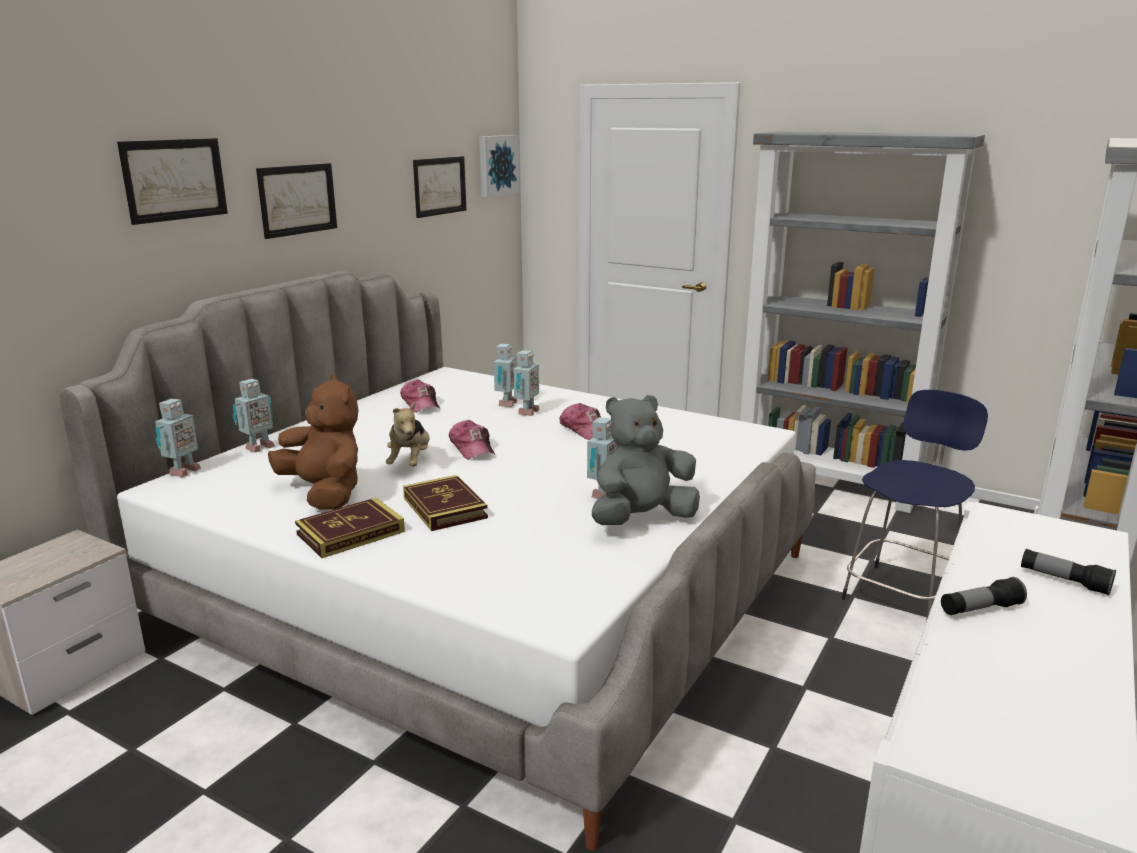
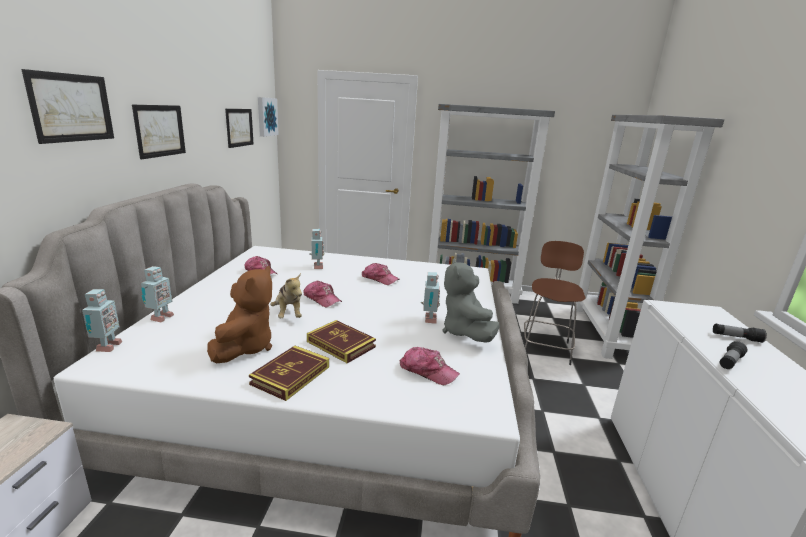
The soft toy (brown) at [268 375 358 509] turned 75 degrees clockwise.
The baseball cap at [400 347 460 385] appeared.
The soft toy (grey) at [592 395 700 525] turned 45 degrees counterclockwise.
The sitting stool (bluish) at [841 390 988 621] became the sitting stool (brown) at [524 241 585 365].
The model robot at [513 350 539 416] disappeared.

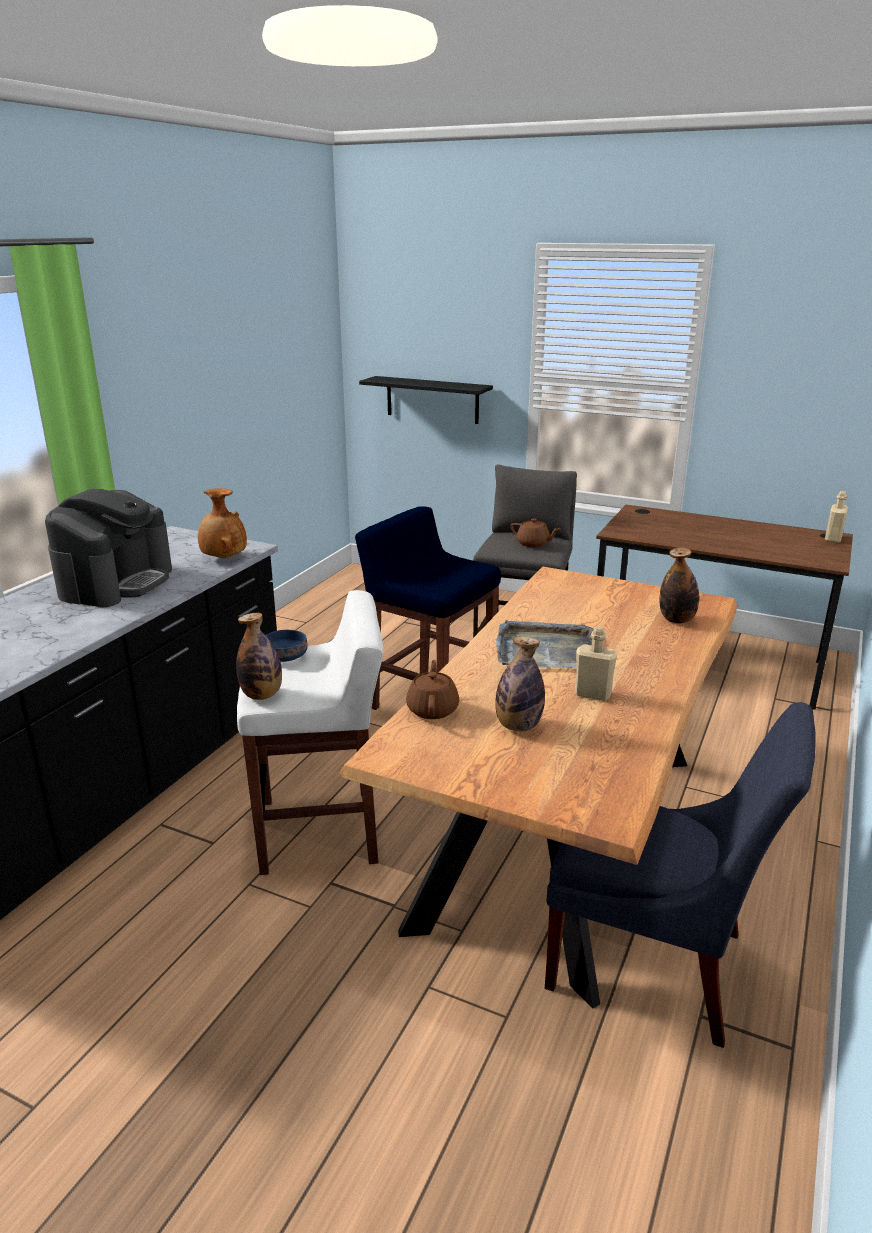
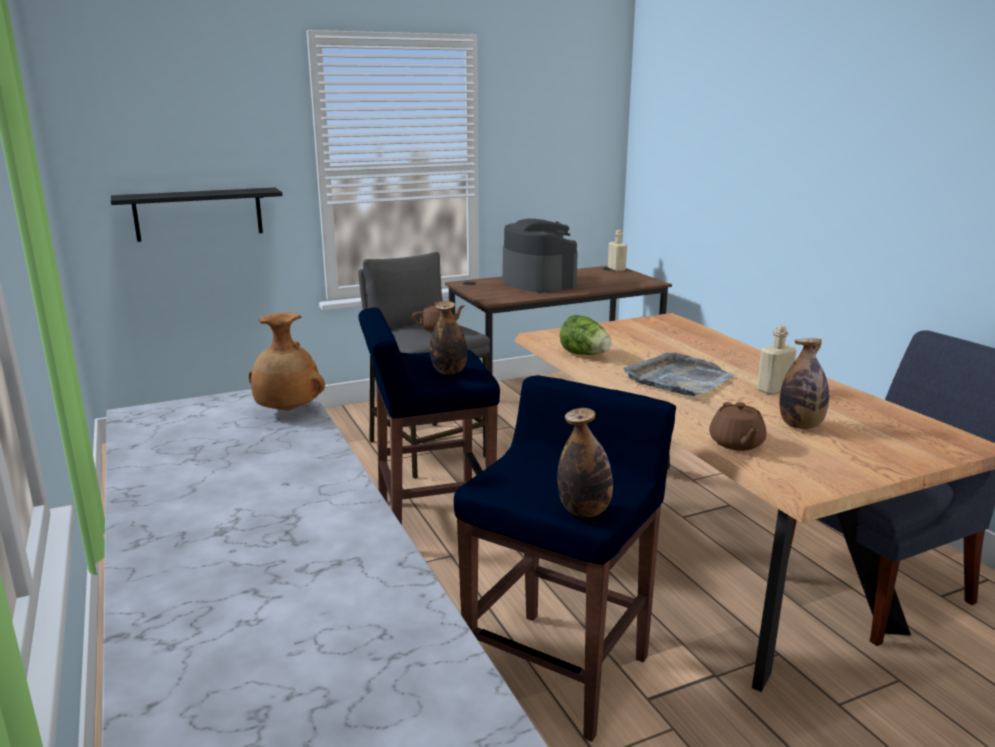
The beverage bottle moved from [659 547 699 623] to [430 301 467 375].
The sitting stool (white-coloured) at [237 590 383 875] became the sitting stool (bluish) at [454 376 676 742].
The coffee machine moved from [45 489 172 608] to [502 218 578 293].
The lettuce at [560 315 612 355] appeared.
The teapot (brown) at [406 660 459 719] turned 135 degrees counterclockwise.
The bowl (bluish) at [265 630 308 662] disappeared.

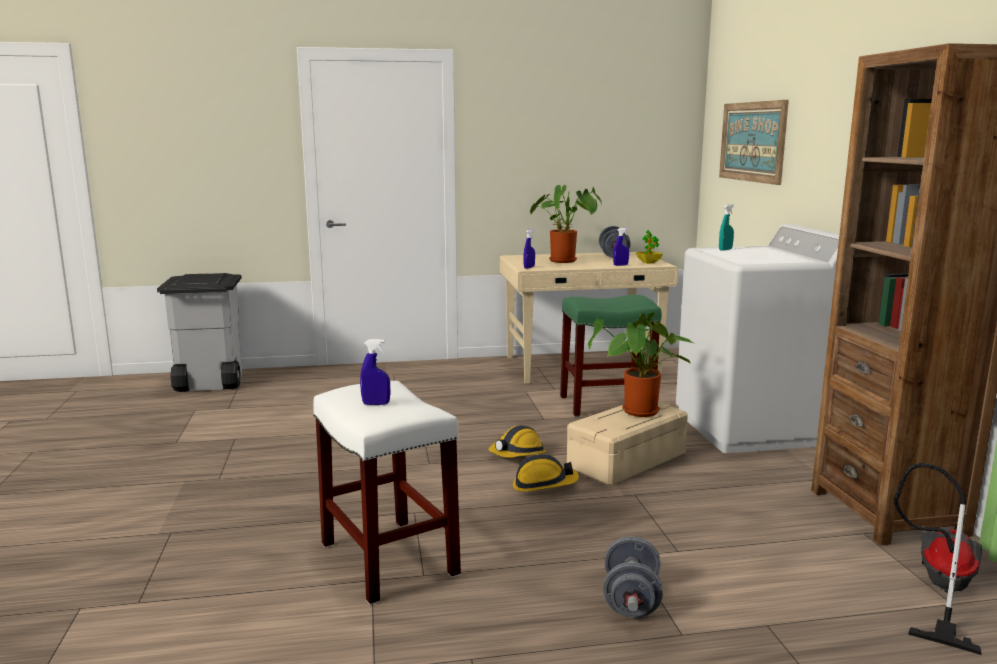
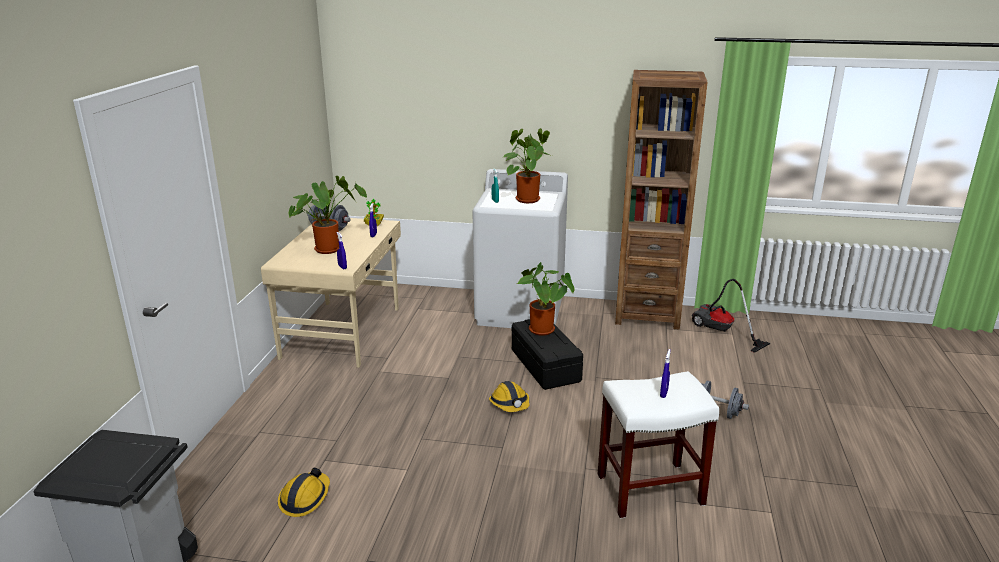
The work helmet moved from [513 454 579 492] to [278 468 330 517].
The plant in a pot at [503 128 552 203] appeared.
The storage container (beige) at [567 401 688 486] became the storage container (black) at [512 319 583 390].
The sitting stool (green) at [560 295 661 417] disappeared.
The wall picture at [719 100 789 185] disappeared.

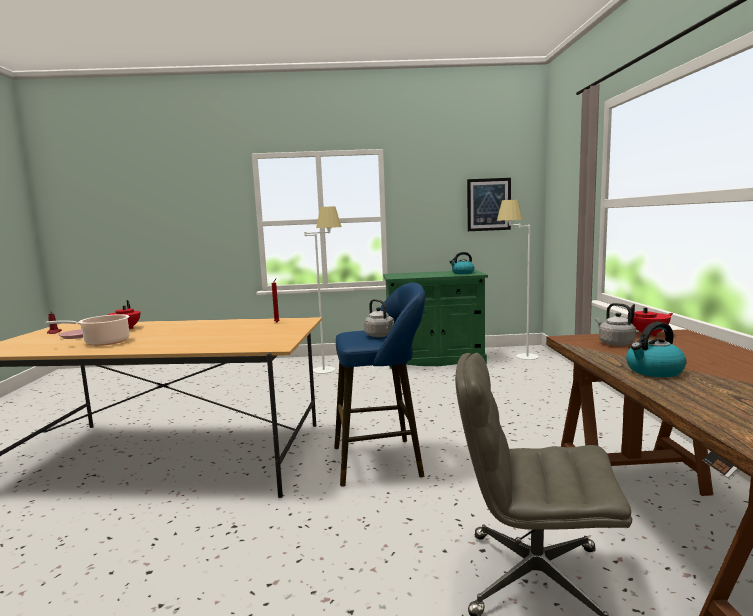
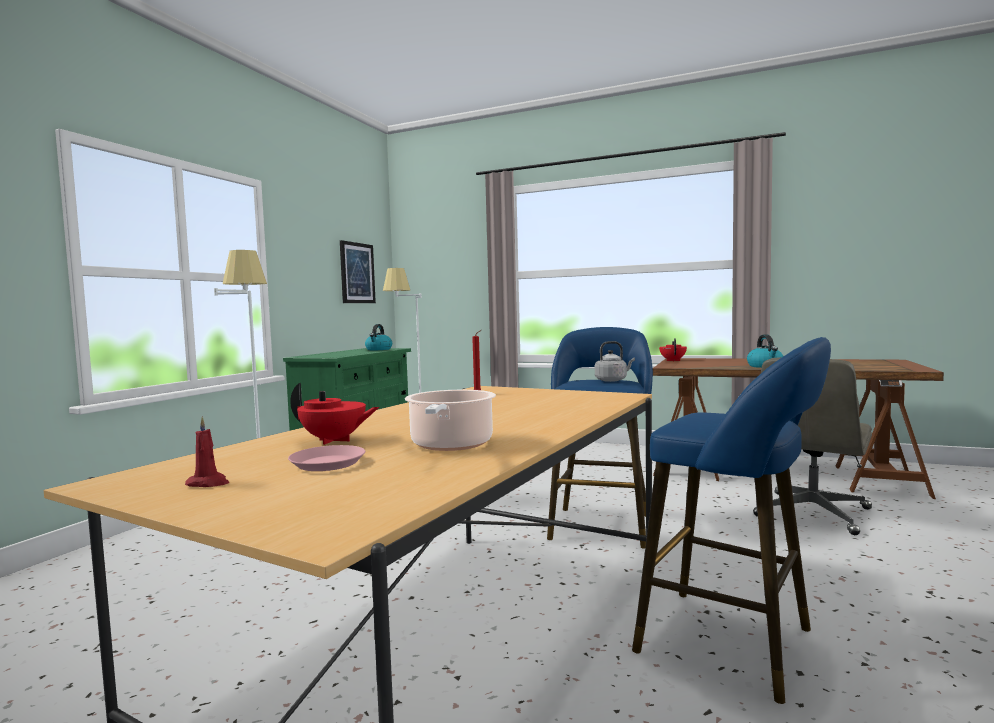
The sitting stool (bluish) at [632 337 831 704] appeared.
The kettle (grey) at [595 303 636 346] disappeared.

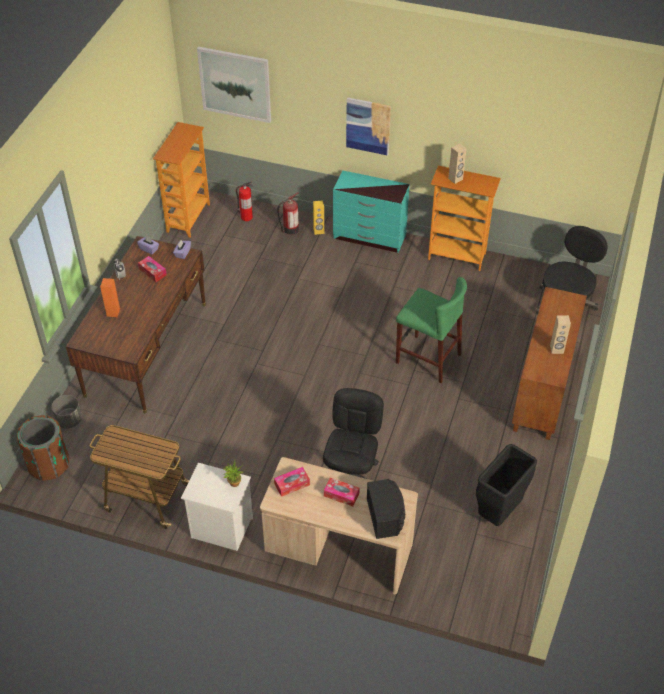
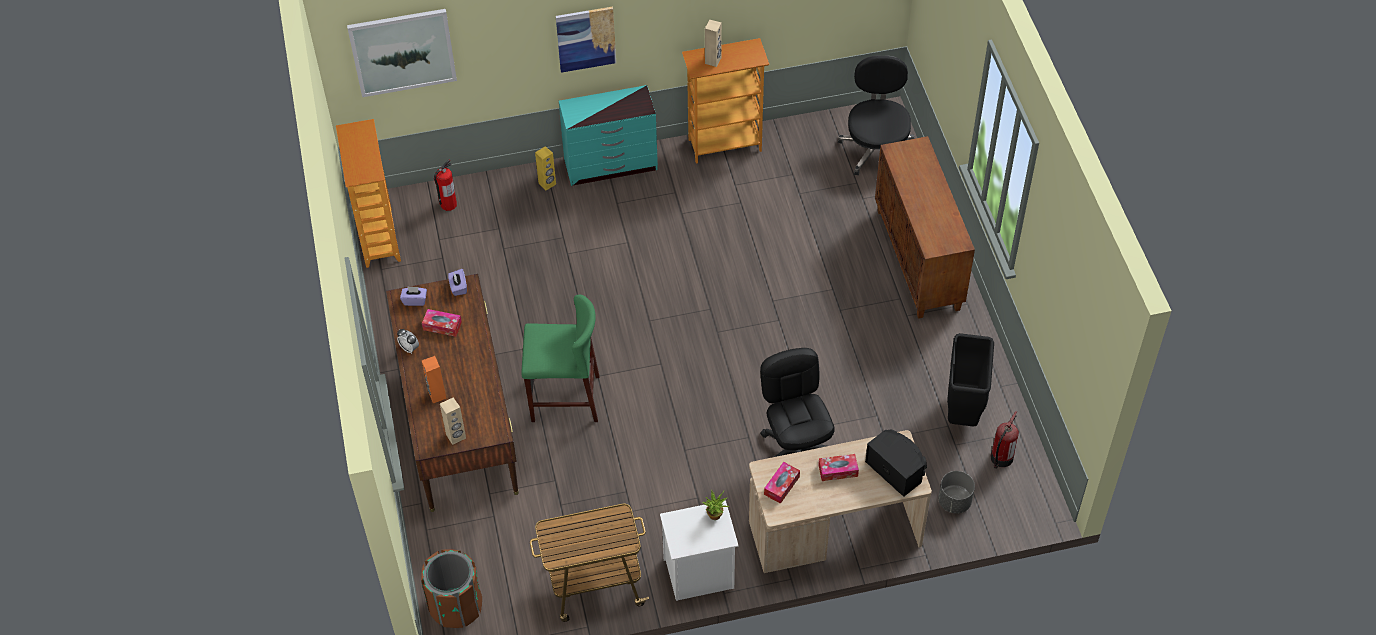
The speaker (beige) moved from [550 315 571 354] to [440 398 466 445].
The sitting stool (green) moved from [396 277 467 383] to [521 295 599 422].
The planter (grey) moved from [52 395 82 429] to [938 471 975 514].
The fire-fighting cylinder moved from [277 192 299 235] to [990 411 1019 469].

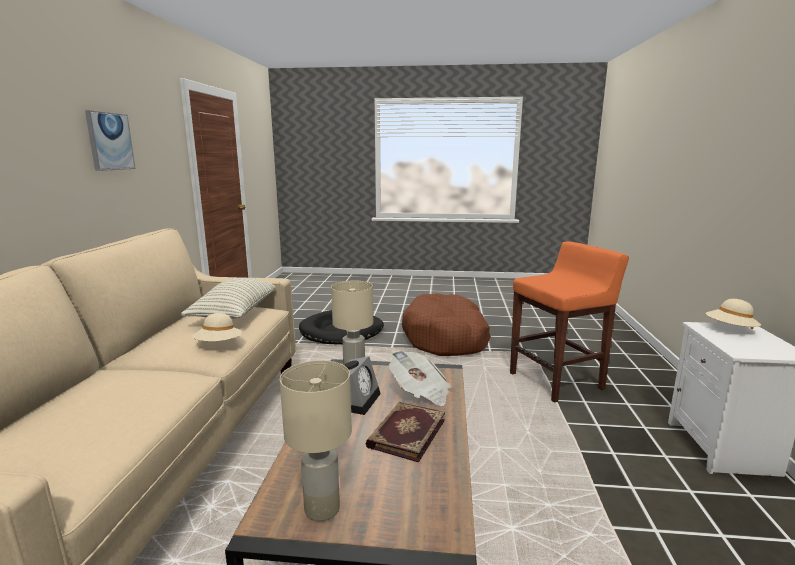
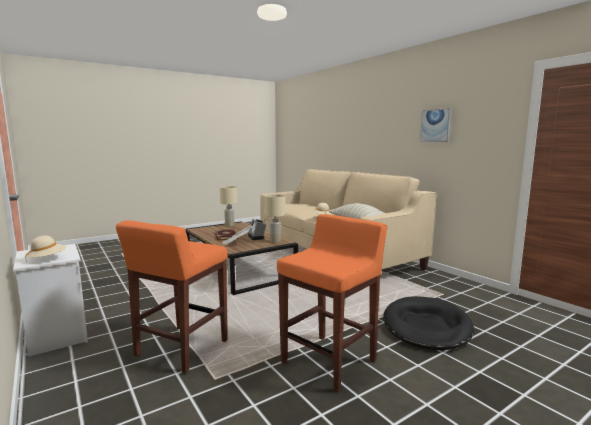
The dog bed (brown) at [402 293 491 356] was replaced by the sitting stool (orange) at [277 214 387 393].

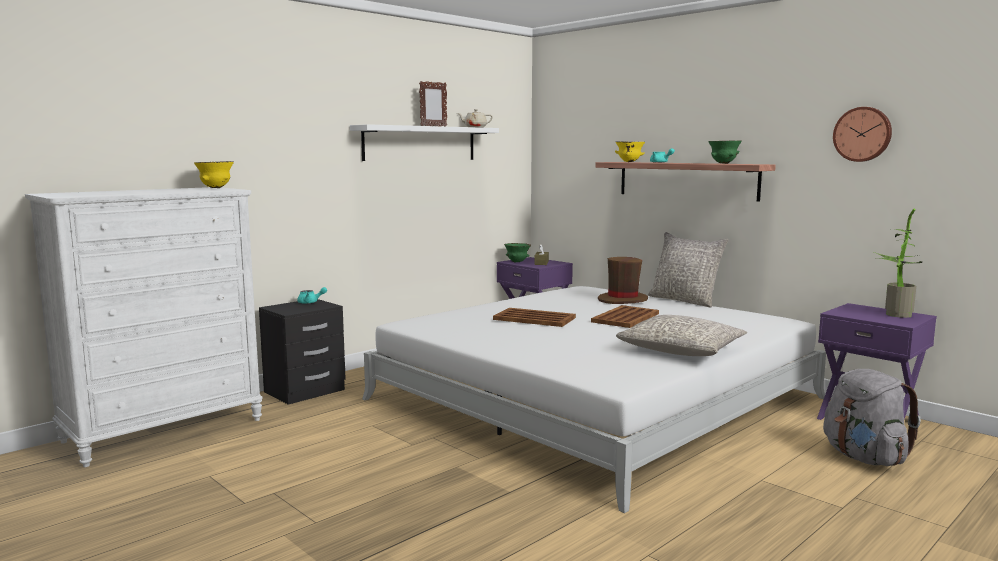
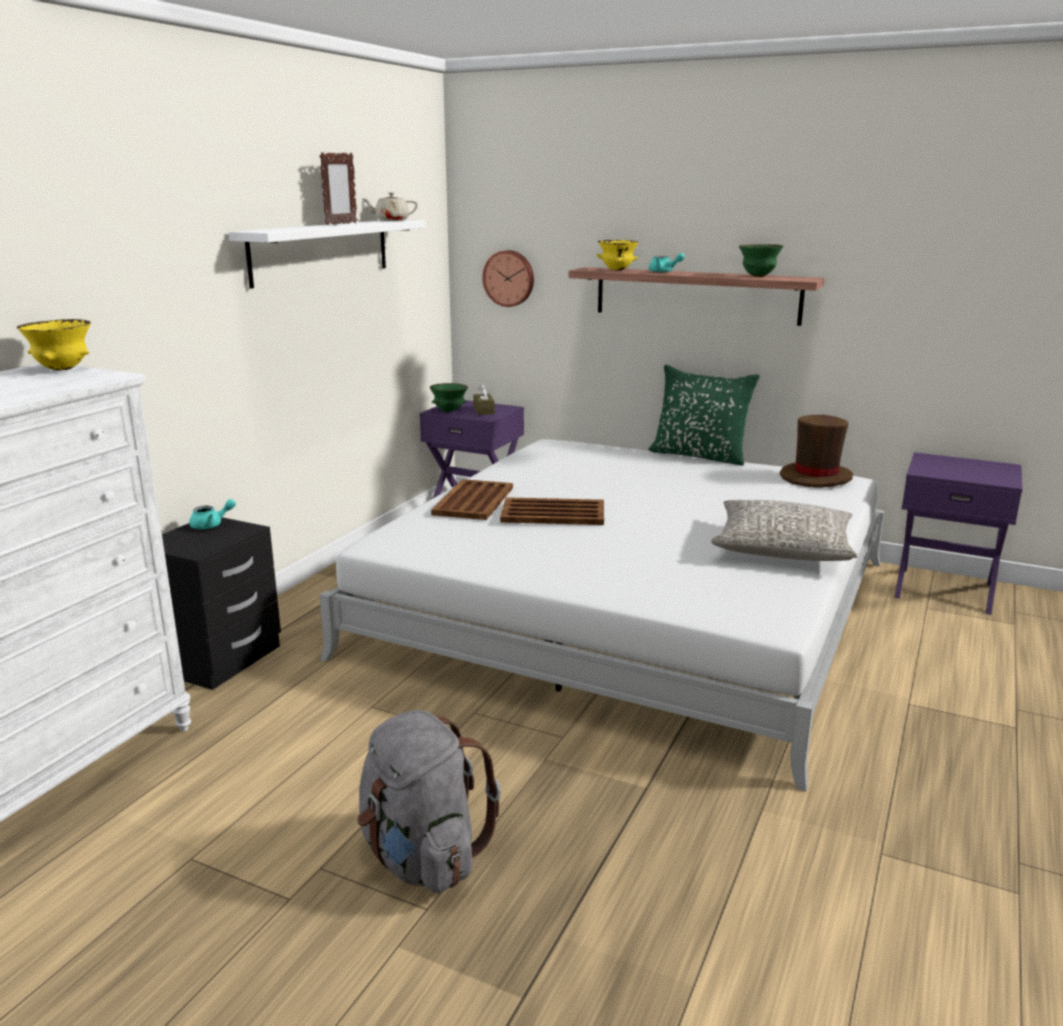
The rucksack (grey) moved from [823 369 921 466] to [357 710 501 893].
The tray (brown) moved from [591 305 659 328] to [431 479 513 520].
The clock on the wall moved from [833 107 892 162] to [482 250 534 307].
The cushion (grey) at [648 232 728 307] became the cushion (green) at [648 365 760 465].
The hat (brown) moved from [598 257 648 304] to [780 415 853 488].
The plant in a pot at [873 208 922 318] disappeared.

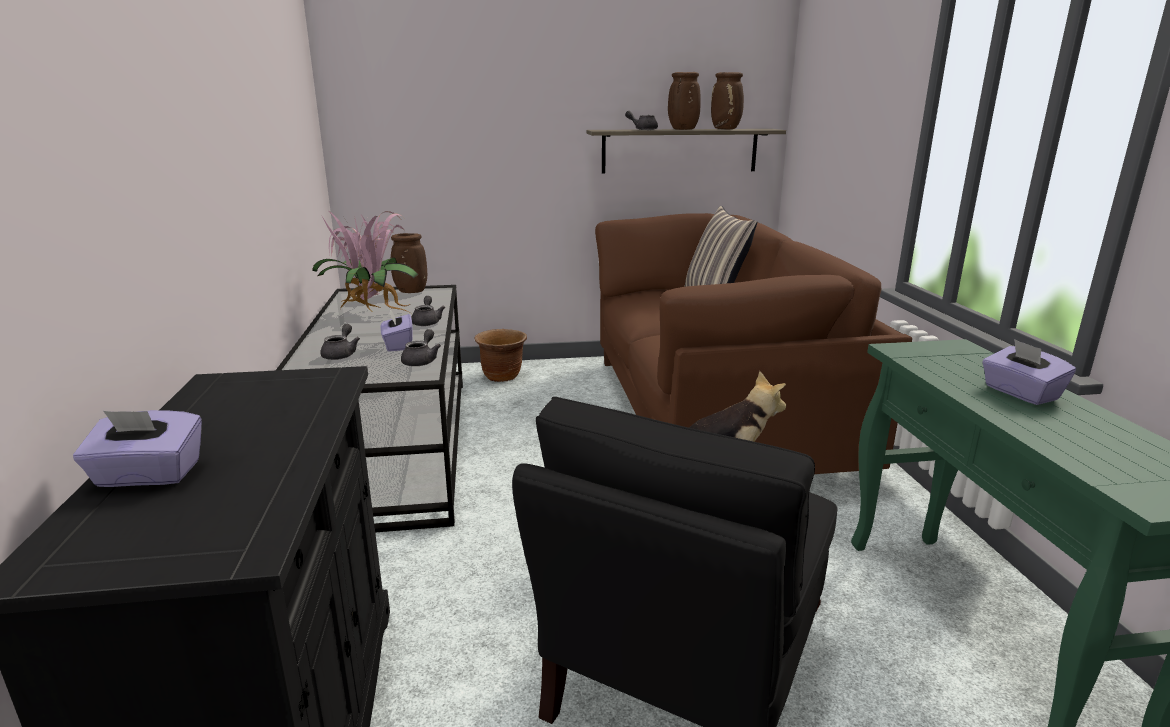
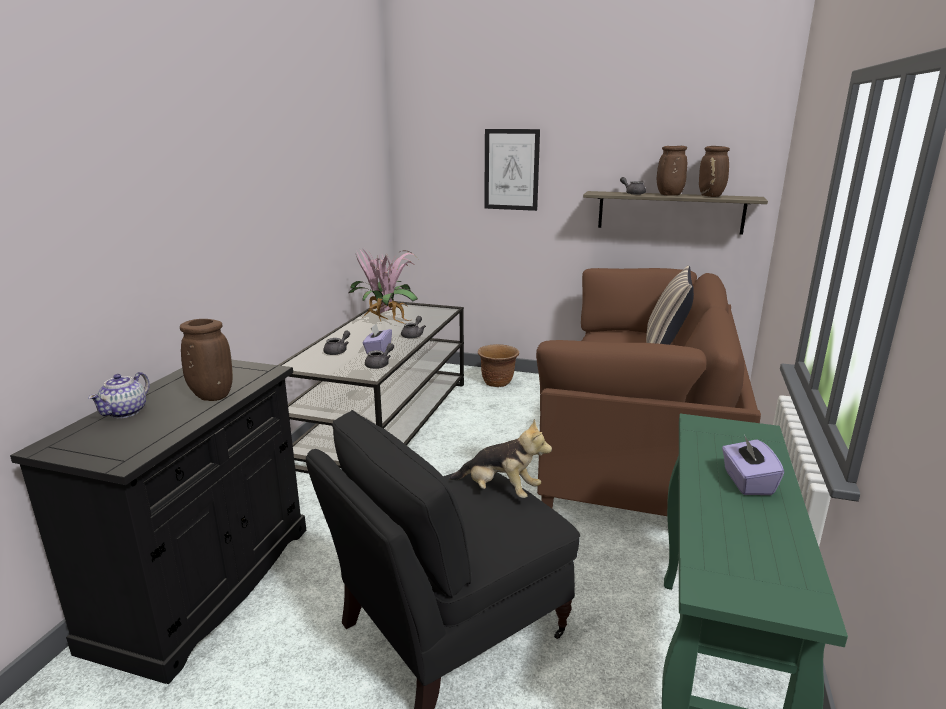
The tissue box (purple) at [73 410 202 487] was replaced by the teapot at [88 372 150 419].
The decorative vase (brown) moved from [391 233 427 293] to [180 319 233 401].
The wall picture at [484 129 540 211] appeared.

